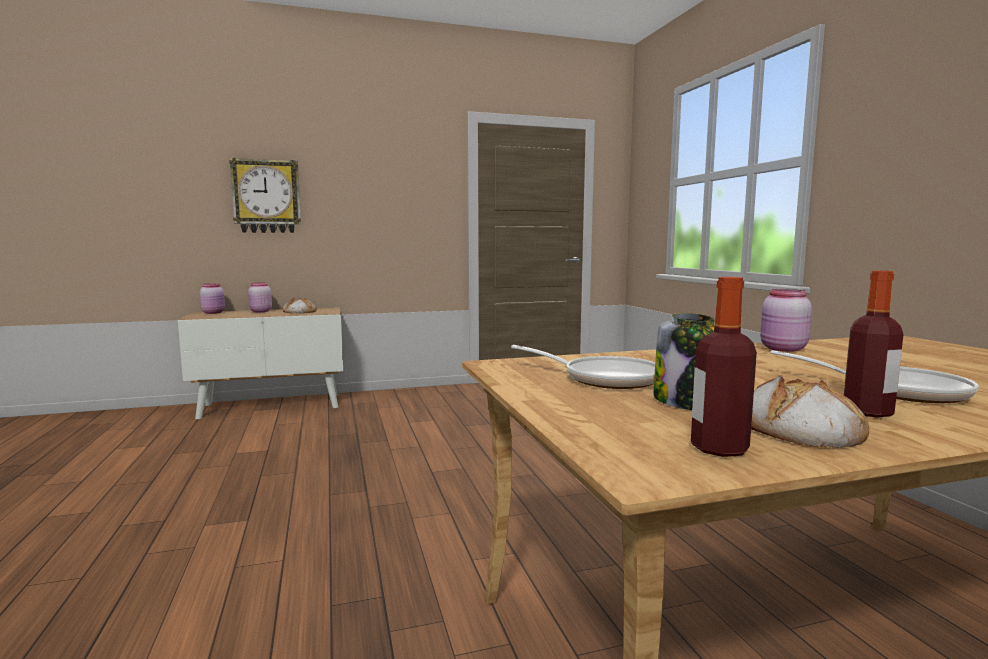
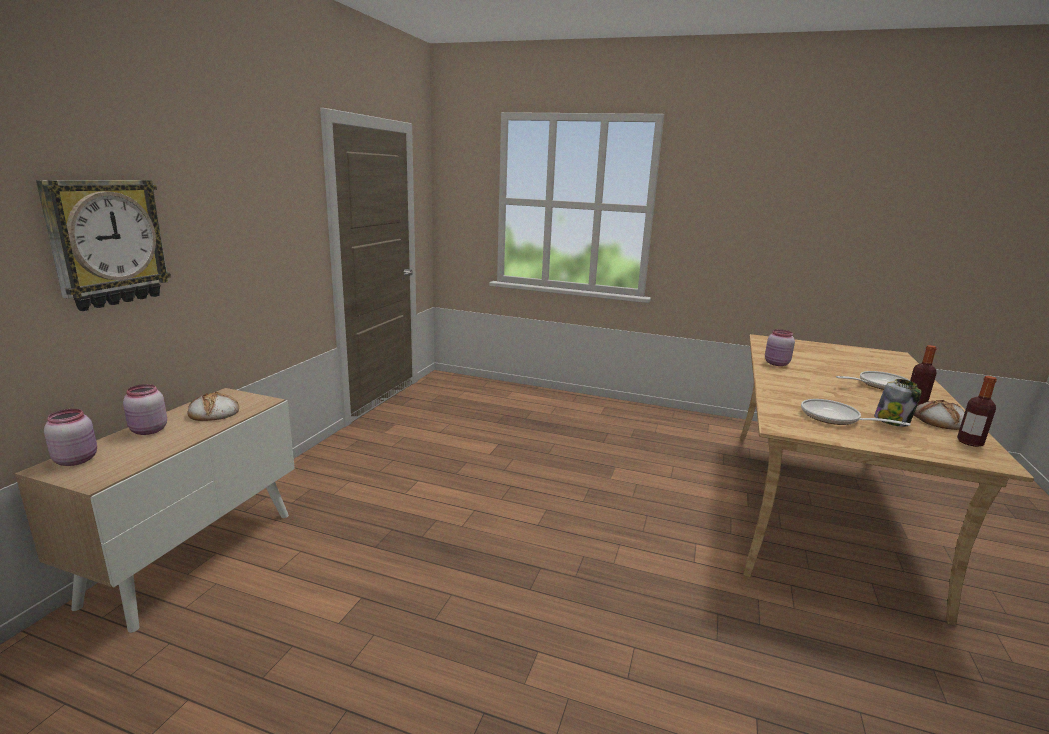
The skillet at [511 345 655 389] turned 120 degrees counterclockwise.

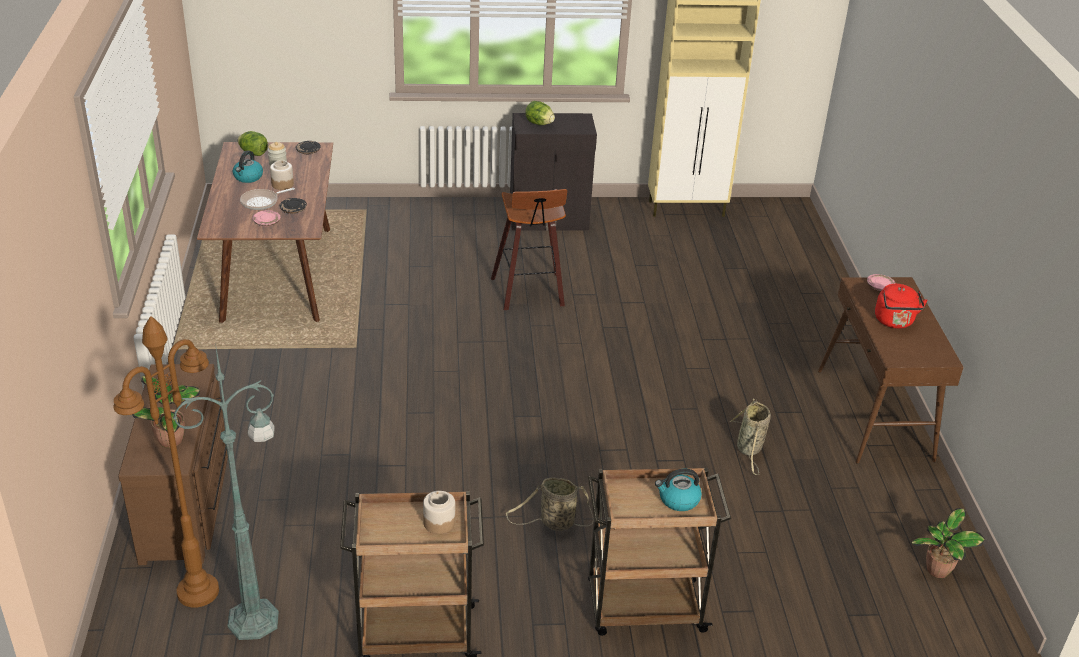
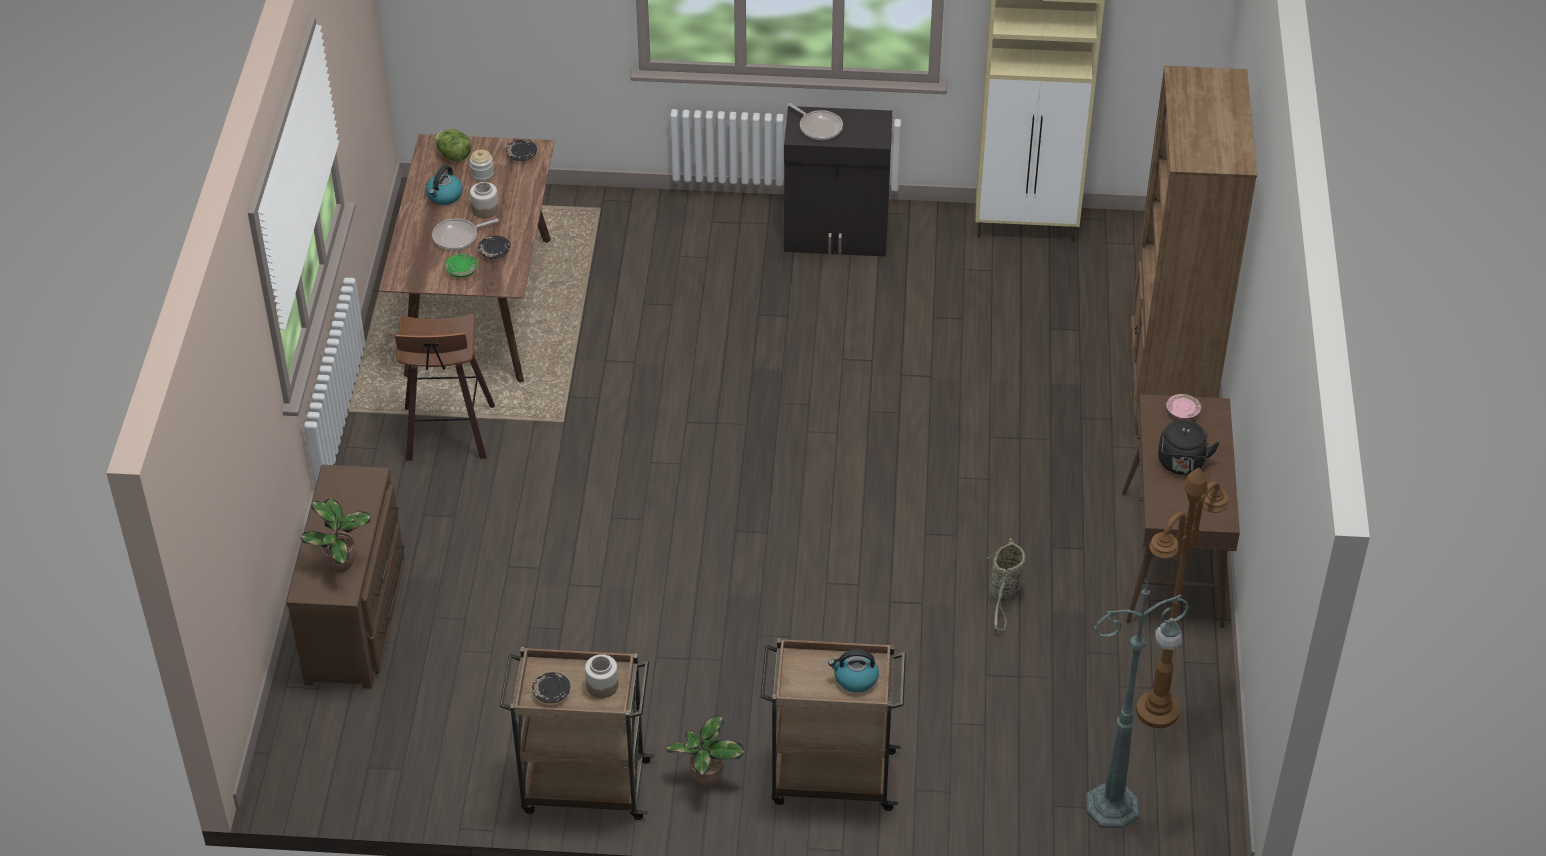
The sitting stool moved from [491 189 567 310] to [395 314 495 461].
The dinner plate (pink) at [253 210 280 226] became the dinner plate (green) at [445 254 478 278].
The dinner plate (black) at [532 672 570 704] appeared.
The plant in a pot moved from [911 508 985 578] to [665 715 745 788].
The lettuce at [525 101 555 125] was replaced by the skillet at [788 103 843 140].
The floor lamp (green) moved from [173 348 279 640] to [1086 568 1189 828].
The shelving unit (brown) at [1130 66 1257 435] appeared.
The floor lamp (brown) moved from [113 316 219 608] to [1136 468 1228 728].
The kettle (red) at [875 284 928 329] became the kettle (black) at [1158 420 1219 475].
The basket at [506 478 594 531] disappeared.

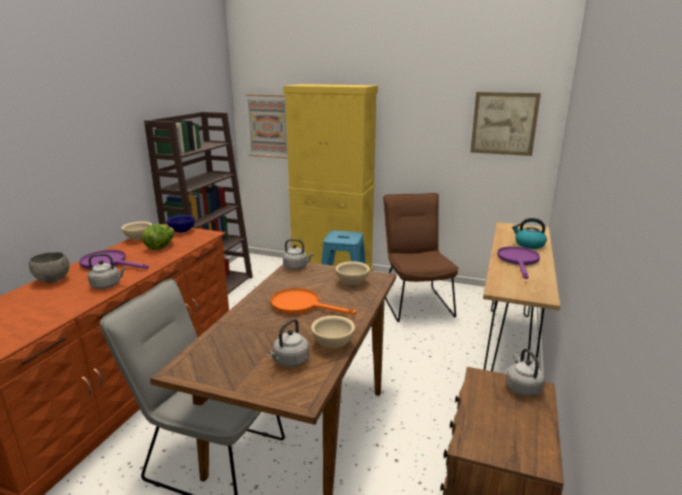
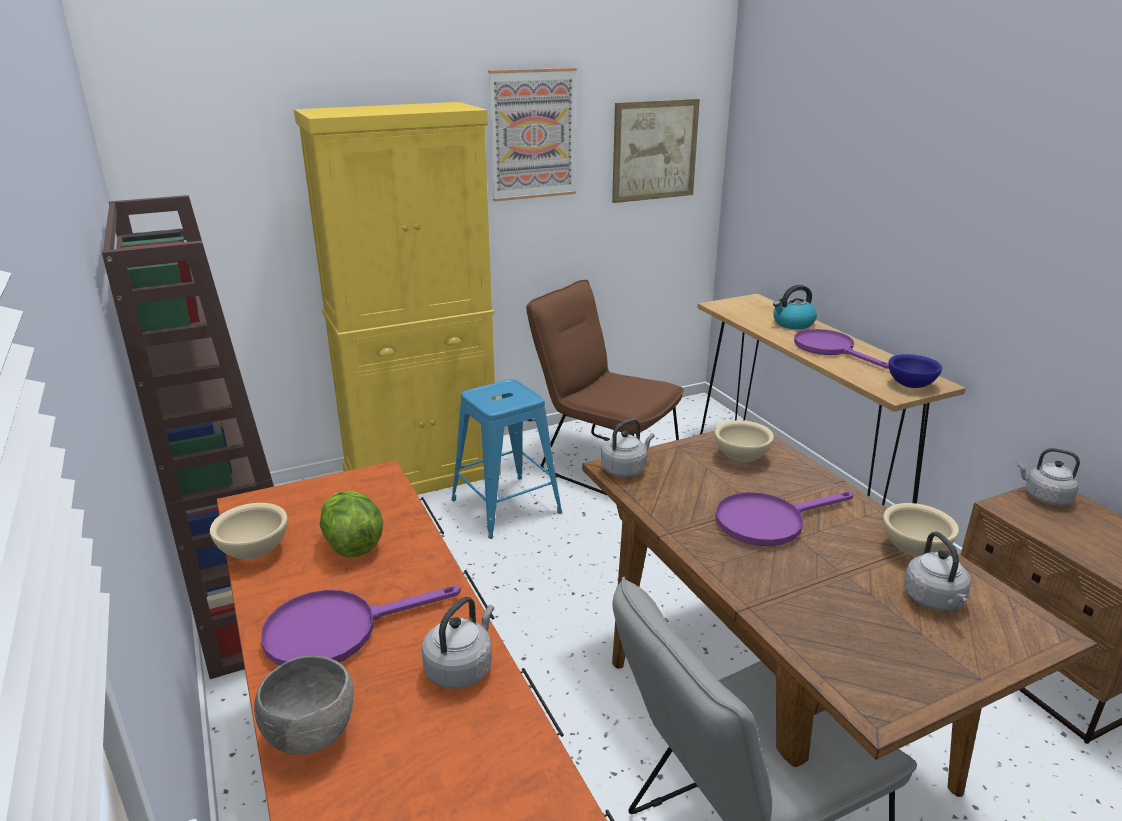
The wall picture moved from [245 94 288 159] to [488 68 577 201].
The skillet (orange) at [271 288 357 315] became the skillet (purple) at [715 492 854 546].
The bowl (bluish) moved from [166 215 195 232] to [889 354 942 388].

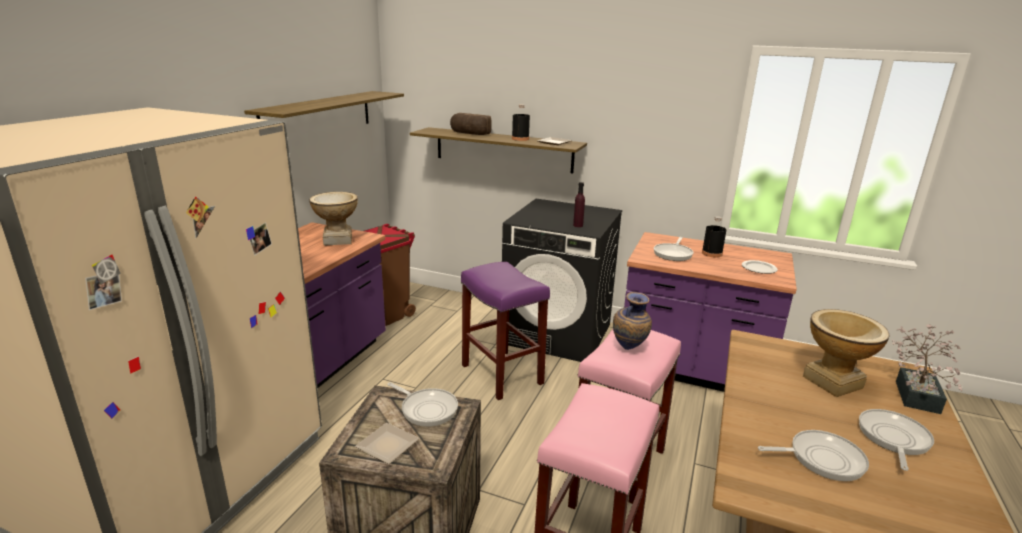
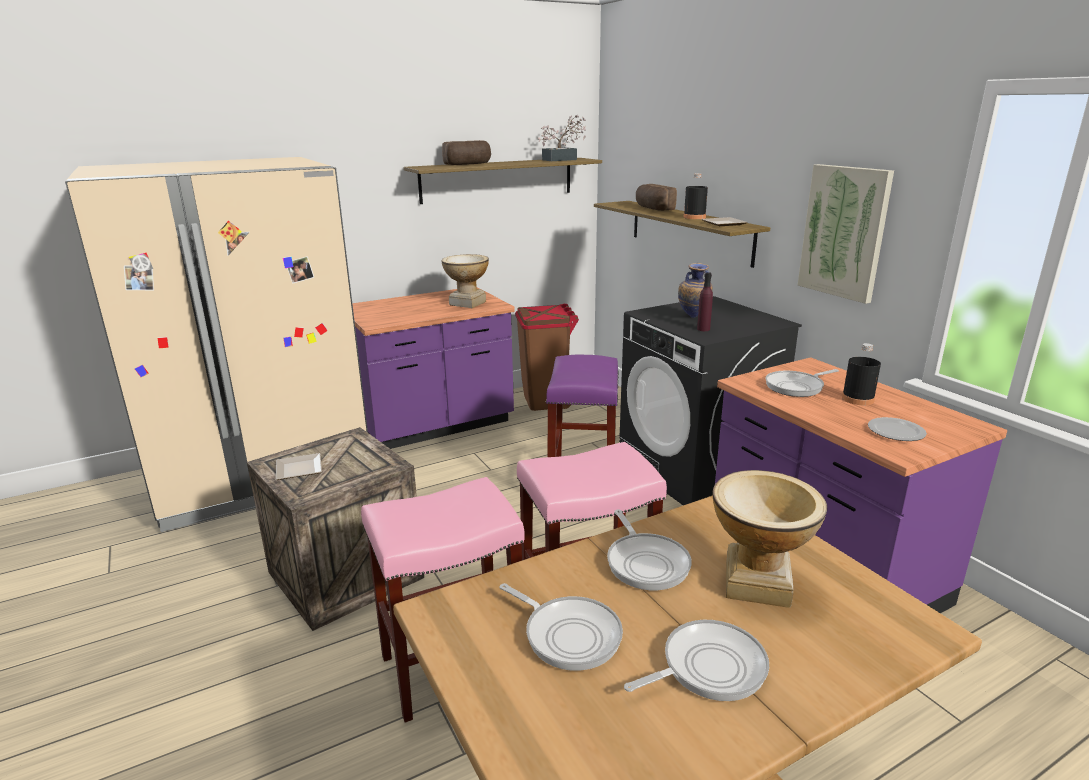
The bread at [442 140 491 165] appeared.
The plant in a pot moved from [892 324 962 414] to [538 115 586 161].
The skillet moved from [387 382 458 427] to [607 509 692 590].
The decorative vase moved from [613 292 652 350] to [678 263 713 318].
The wall picture at [797 164 894 304] appeared.

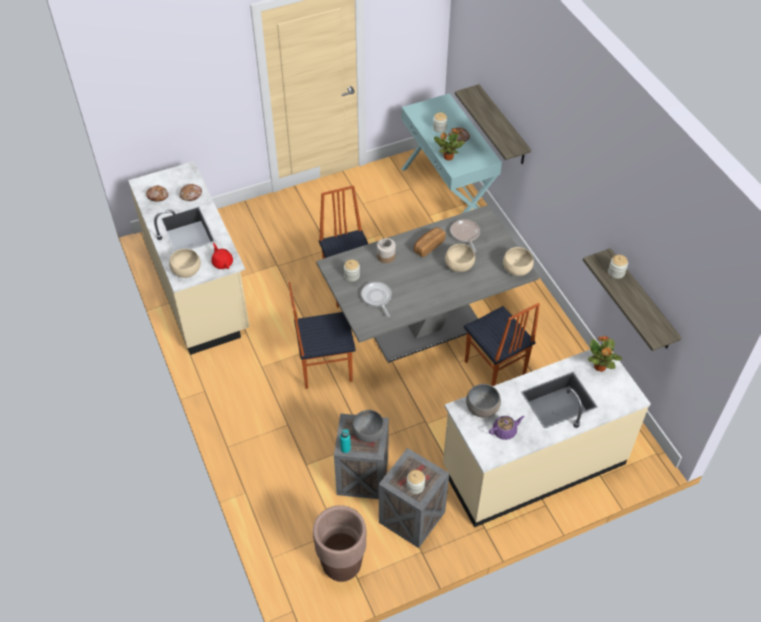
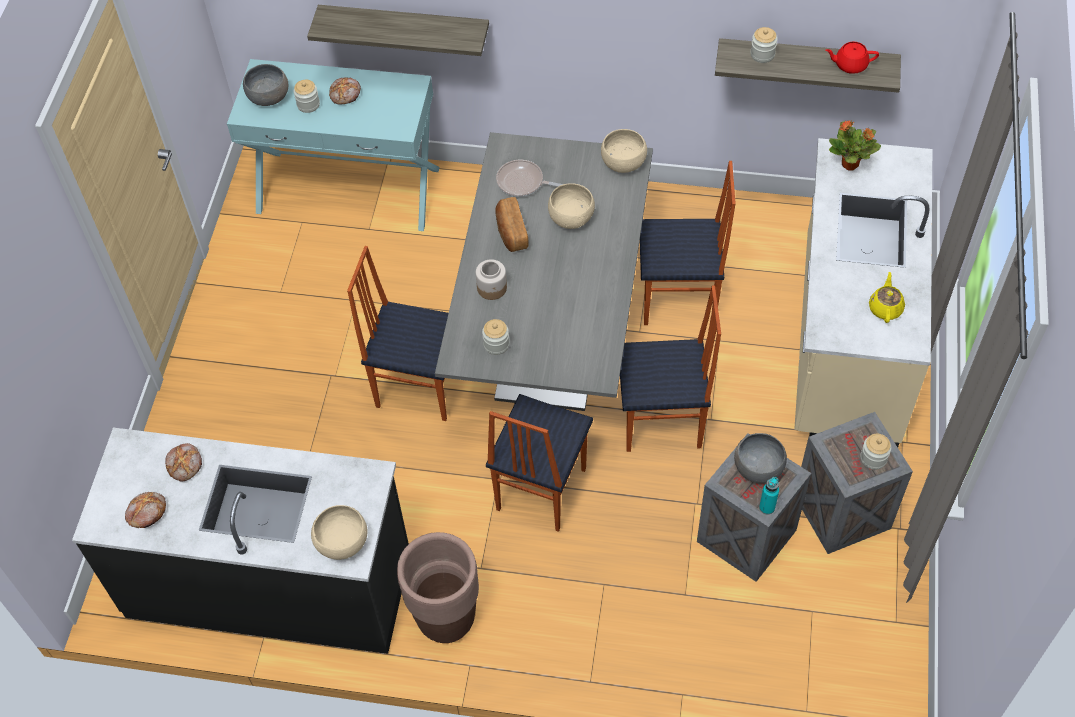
The counter (beige) at [128 161 250 355] became the counter (black) at [72 428 409 654].
The bowl (grey) moved from [466 384 501 418] to [243 64 288 106].
The planter (brown) moved from [313 505 367 582] to [397 532 479 643].
The chair at [620 286 721 452] appeared.
The teapot (red) moved from [211 243 233 269] to [825 42 879 74].
The teapot (purple) at [489 416 525 440] became the teapot (yellow-coloured) at [869 272 905 323].
The skillet at [361 281 392 317] disappeared.
The plant in a pot at [434 128 465 161] disappeared.

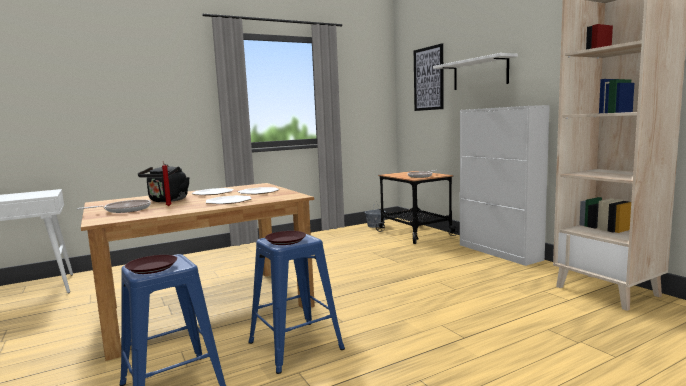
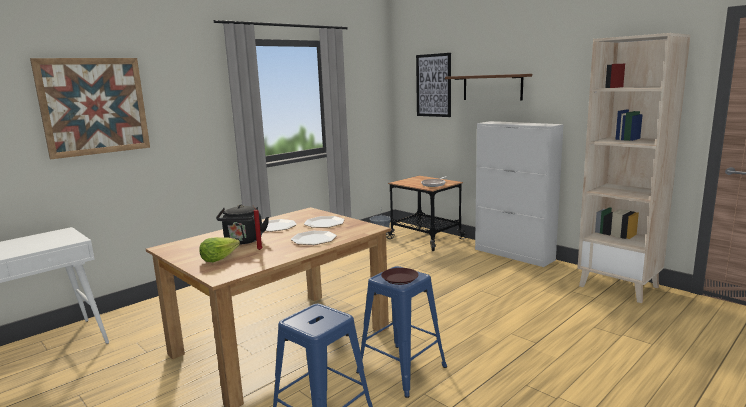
The wall picture at [30 58 150 159] appeared.
The skillet at [77 200 151 213] was replaced by the lettuce at [199 237 240 262].
The wall shelf (white-coloured) at [433 53 518 90] became the wall shelf (brown) at [445 74 532 100].
The dinner plate (brown) at [125 255 177 274] disappeared.

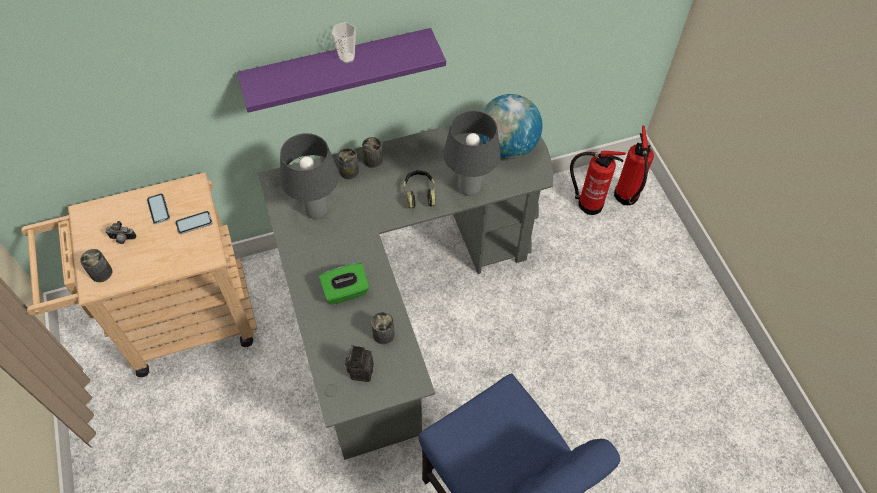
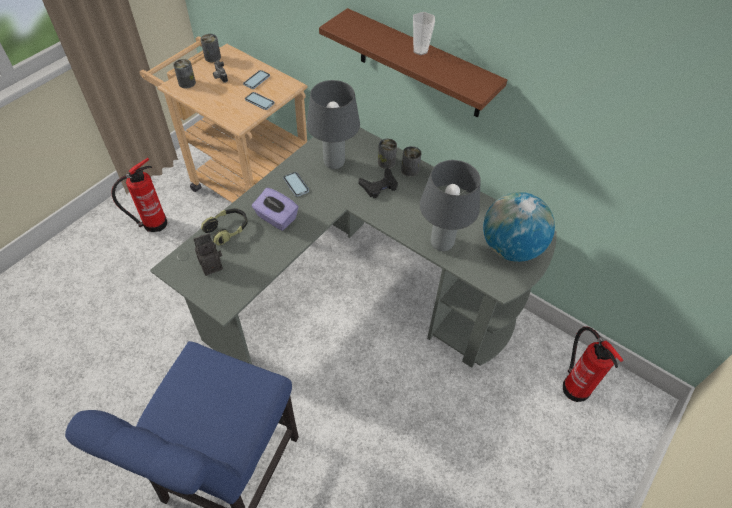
The fire-fighting cylinder moved from [614 126 654 205] to [111 158 168 232].
The can moved from [371 312 395 345] to [201 34 221 62].
The headset moved from [403 170 436 209] to [201 208 248 246].
The tissue box (green) at [319 263 370 304] became the tissue box (purple) at [252 188 298 231].
The telephone at [283 172 309 197] appeared.
The wall shelf (purple) at [237 28 446 113] became the wall shelf (brown) at [319 8 507 117].
The game controller (black) at [359 167 398 198] appeared.

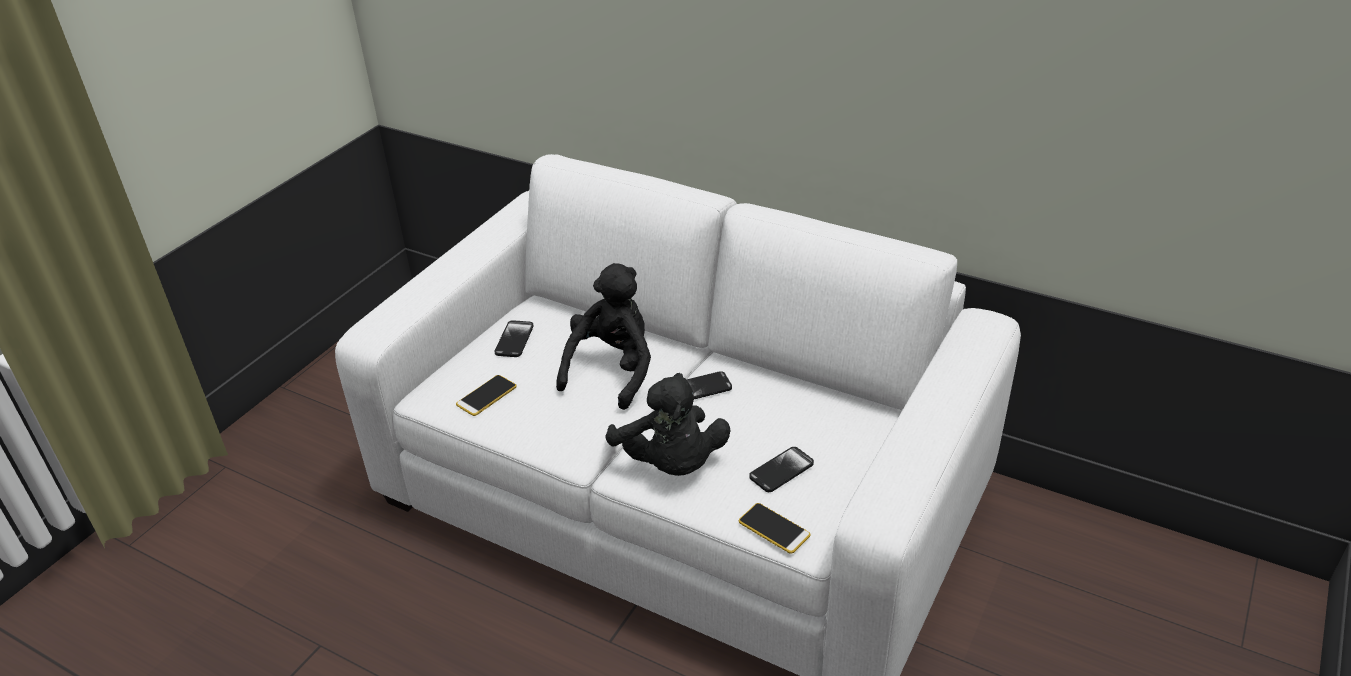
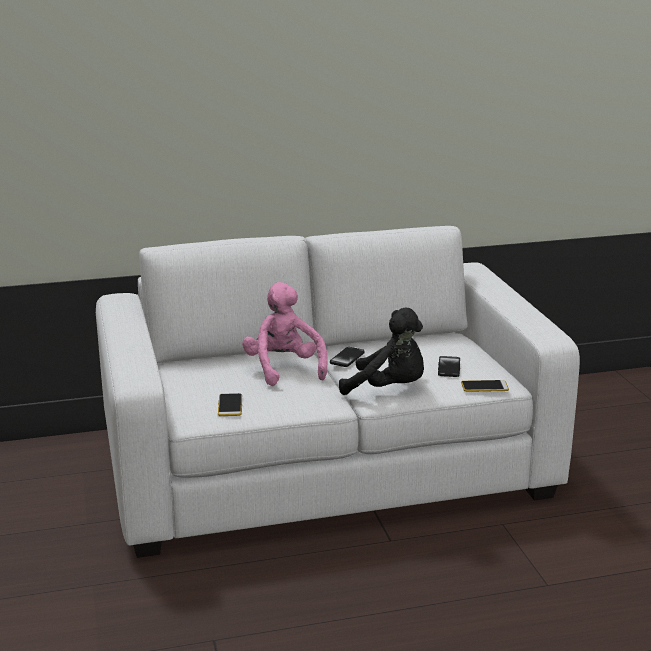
The soft toy (black) at [556 263 651 410] became the soft toy (pink) at [242 282 328 386].
The telephone at [495 320 534 357] disappeared.

